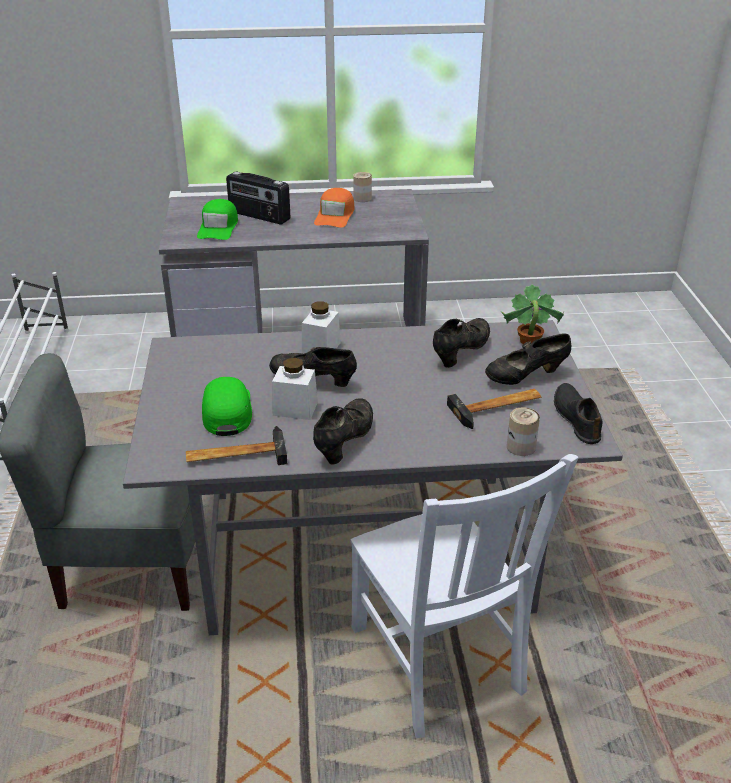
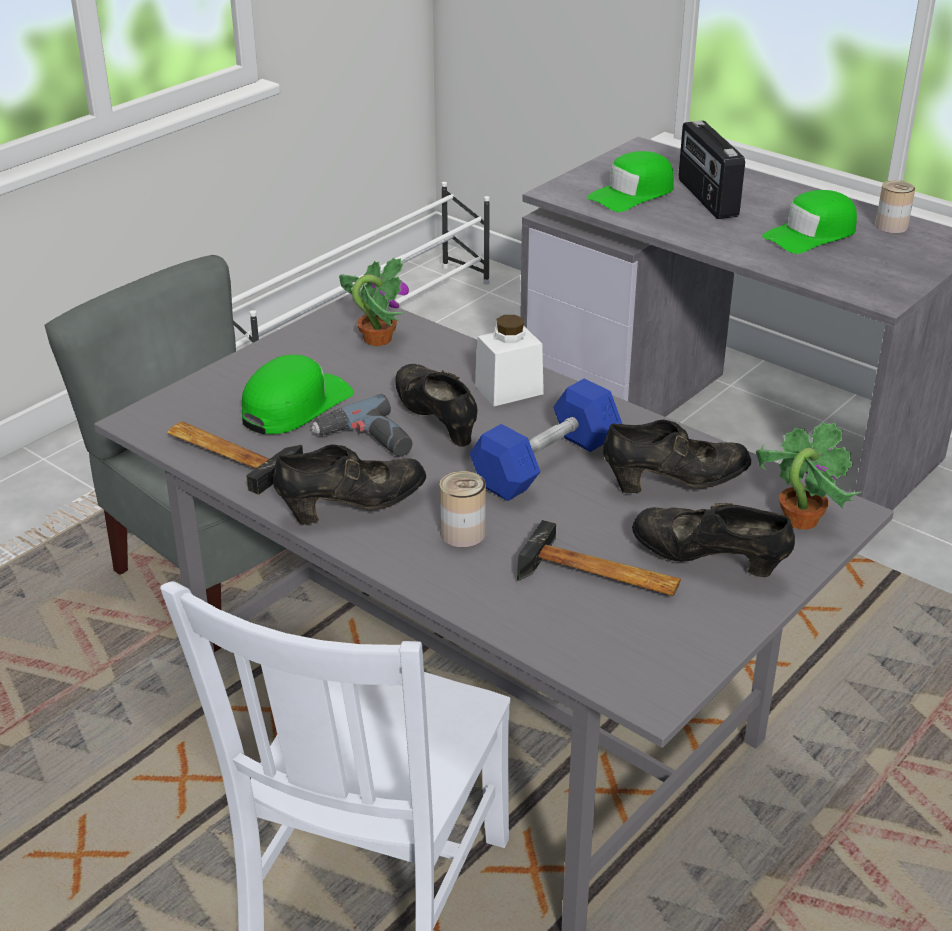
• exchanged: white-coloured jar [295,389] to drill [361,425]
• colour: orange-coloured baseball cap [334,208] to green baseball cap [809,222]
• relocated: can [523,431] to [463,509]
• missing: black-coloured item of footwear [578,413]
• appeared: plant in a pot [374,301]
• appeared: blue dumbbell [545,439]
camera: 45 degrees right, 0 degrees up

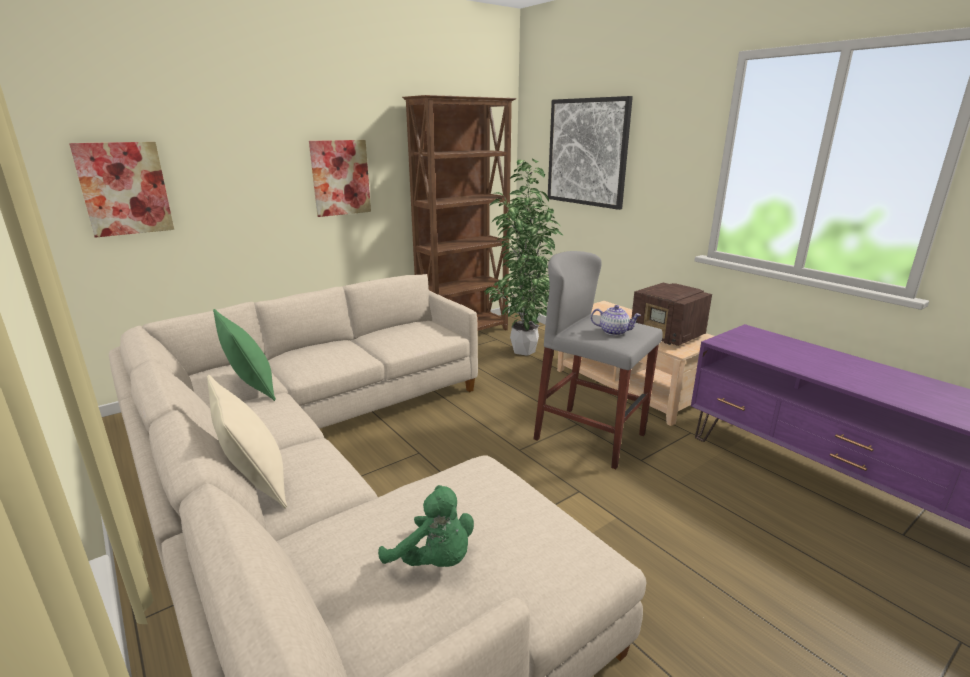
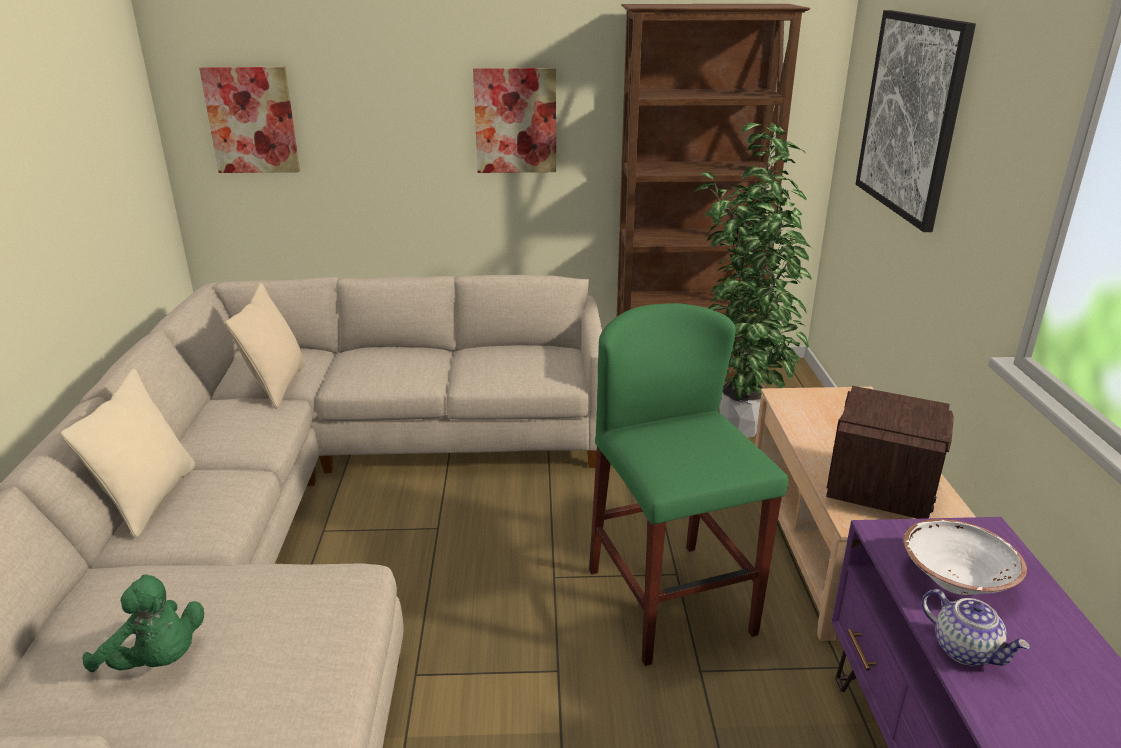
• colour: green pillow [244,355] to beige pillow [265,346]
• spun: green soft toy [426,526] = [143,623] 45 degrees counterclockwise
• colour: gray stool [598,360] to green stool [688,484]
• relocated: teapot [616,320] to [976,627]
• spun: radio receiver [671,314] = [890,452] 150 degrees counterclockwise
• appeared: white-coloured deep dish [965,557]
camera: 35 degrees right, 5 degrees up

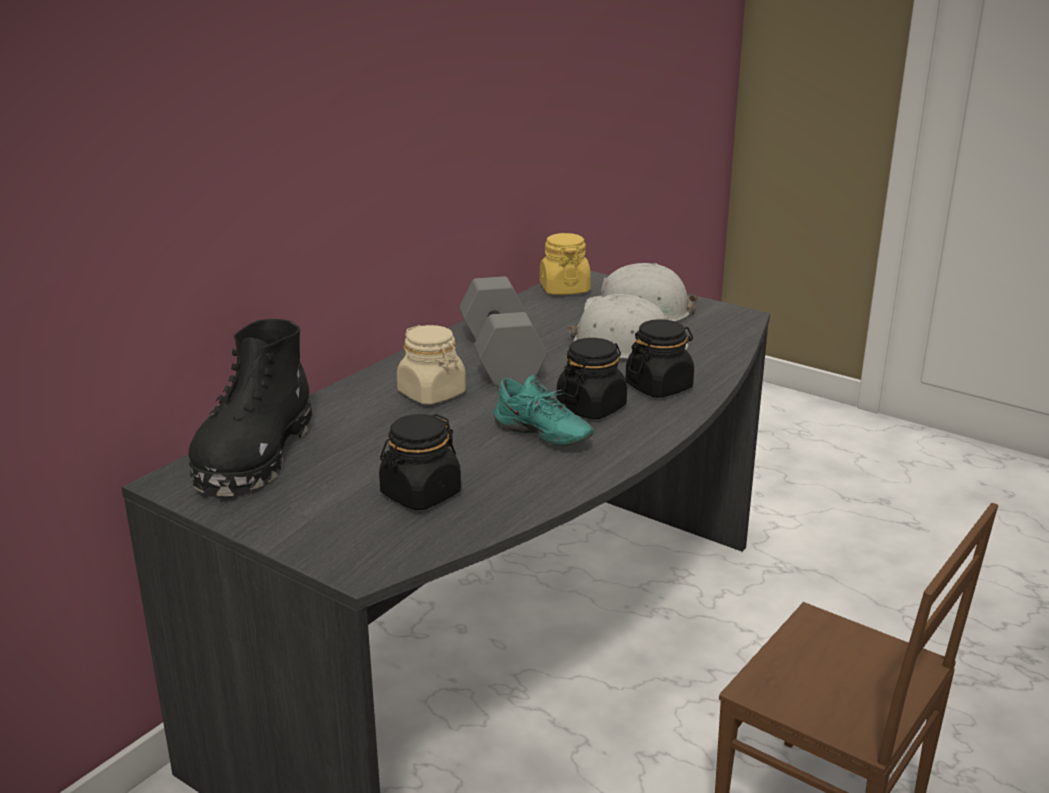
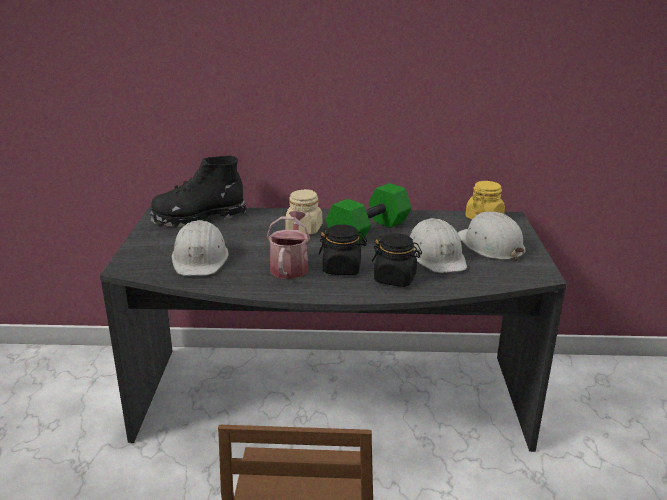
• exchanged: black-coloured jar [420,462] to white-coloured safety helmet [200,248]
• colour: gray dumbbell [503,331] to green dumbbell [369,212]
• exchanged: blue-green item of footwear [544,410] to watering pot [288,245]
camera: 55 degrees right, 0 degrees up

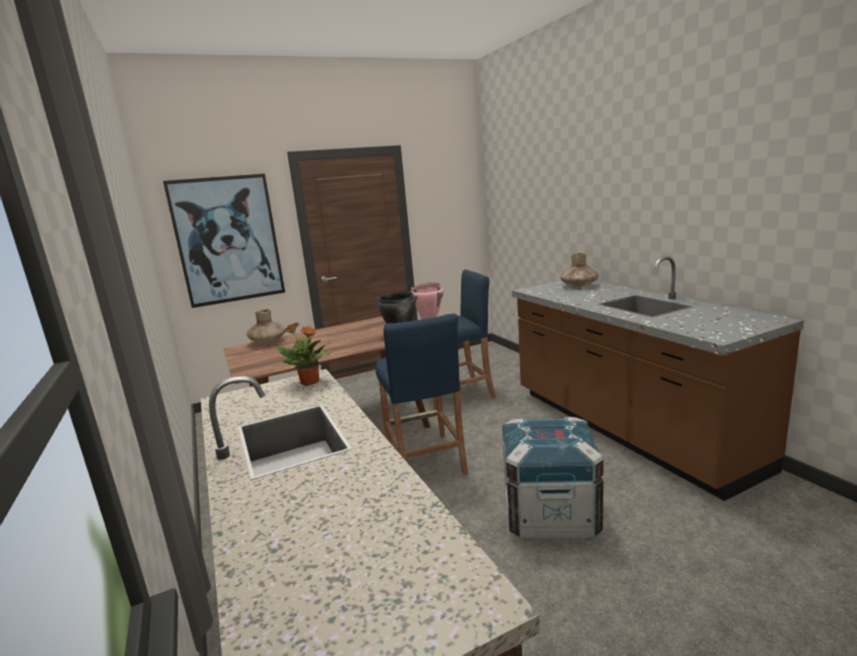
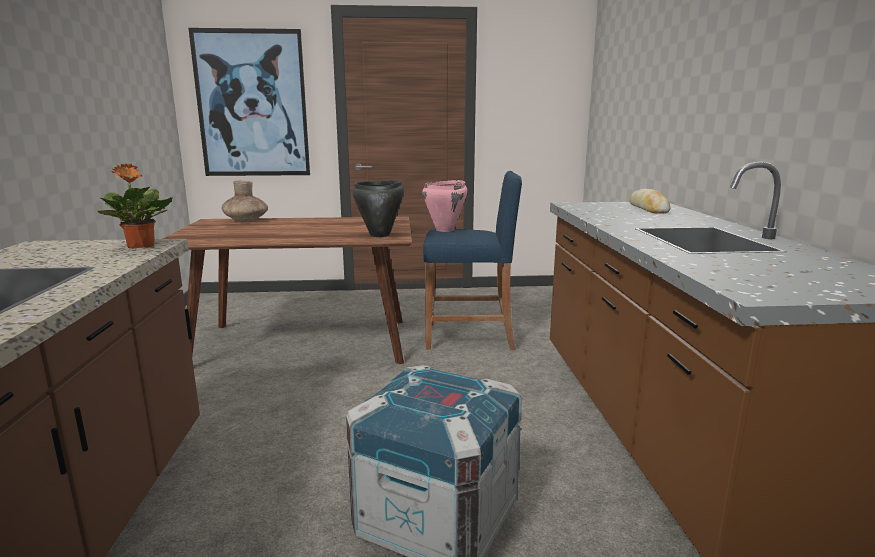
• missing: blue stool [422,394]
• exchanged: brownish vase [579,270] to baked bread [650,201]
camera: 20 degrees right, 0 degrees up

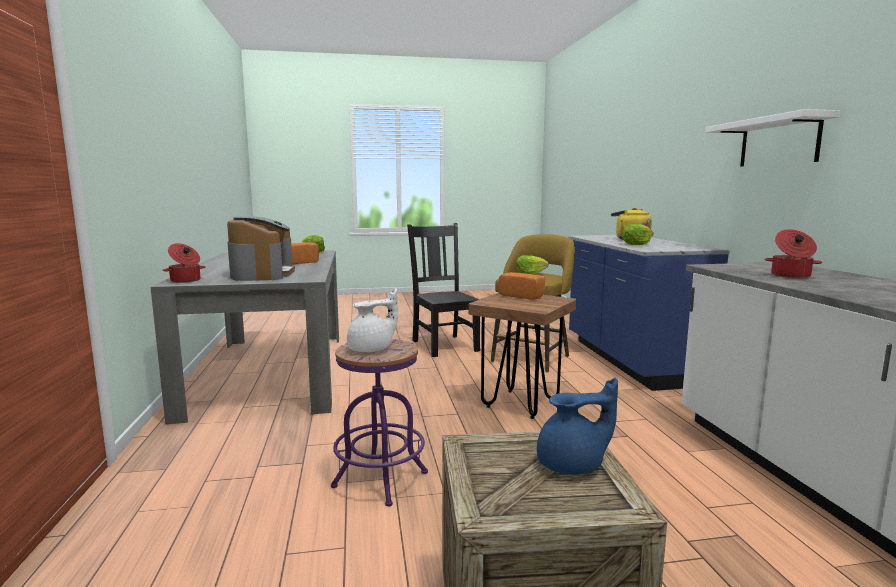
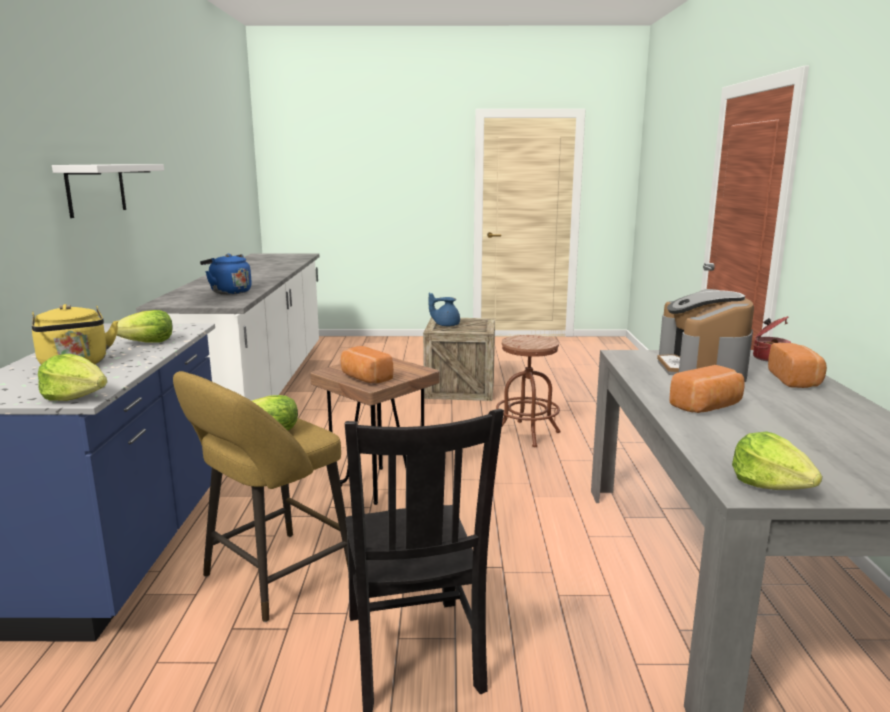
• colour: purple stool [379,423] to brownish stool [528,391]
• missing: white-coloured teapot [372,320]
• exchanged: stockpot [793,253] to blue tea kettle [226,274]
• appeared: lettuce [72,377]
• appeared: baked bread [797,365]
camera: 170 degrees left, 5 degrees up

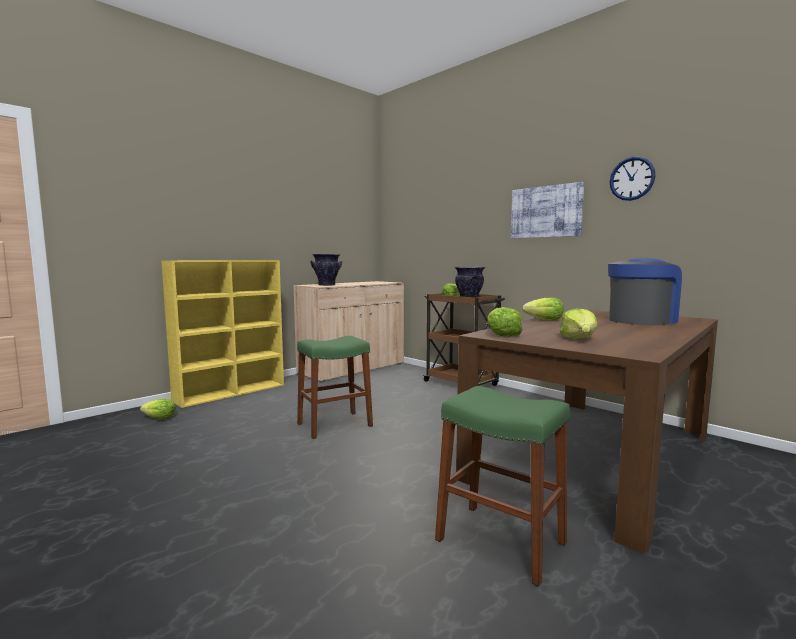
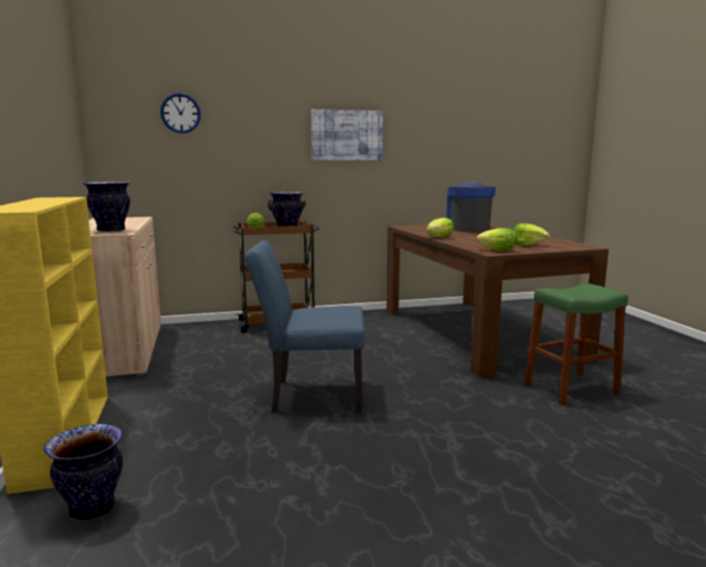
• exchanged: lettuce [158,409] to vase [83,472]
• exchanged: green stool [335,387] to blue upright chair [305,326]
• relocated: hanging clock [632,179] to [180,113]
camera: 60 degrees left, 5 degrees up

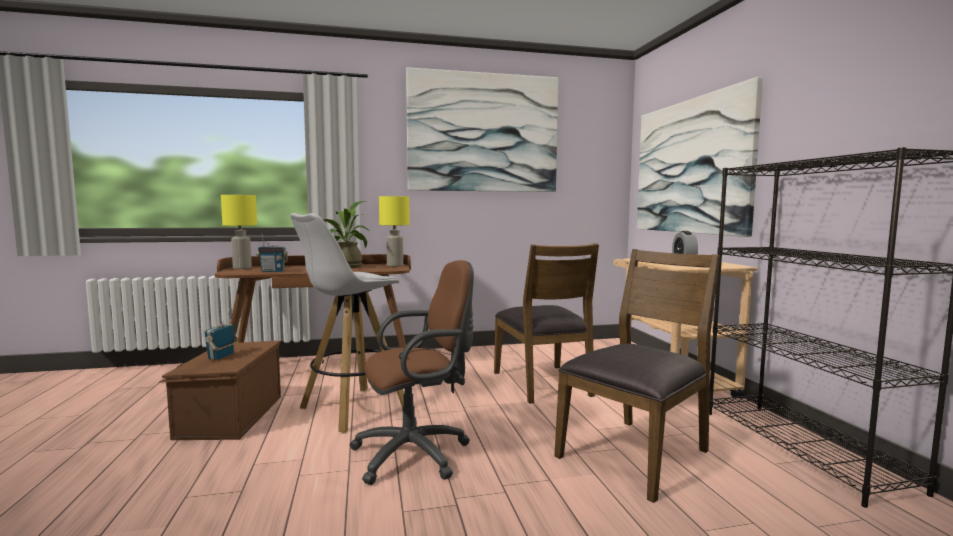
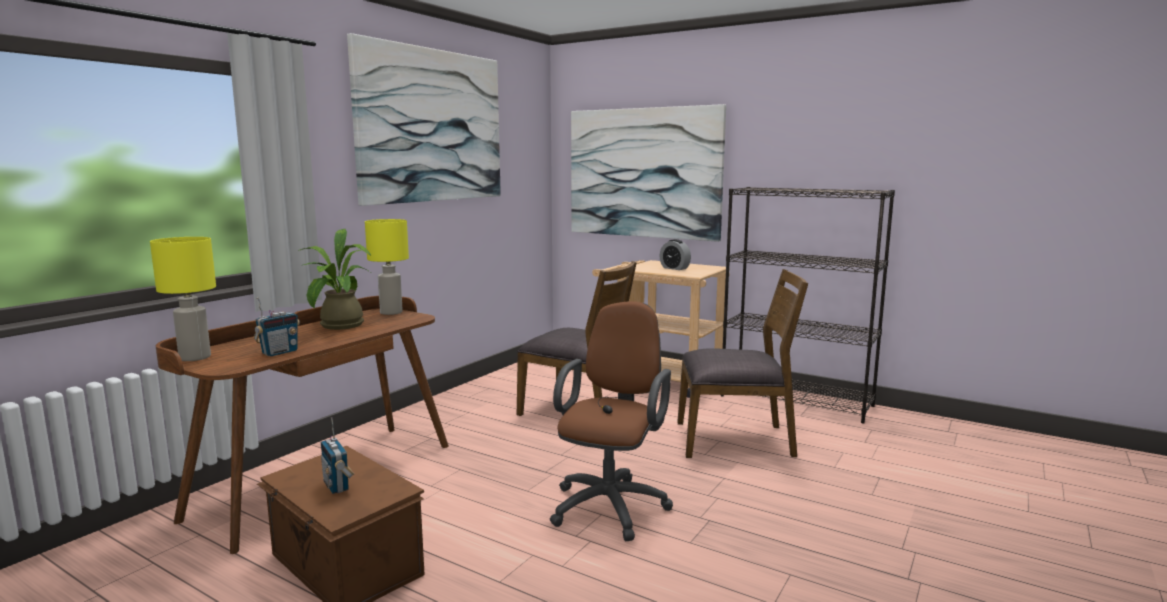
• missing: white-coloured stool [347,323]
• spun: brownish upright chair [637,376] = [742,363] 90 degrees clockwise
camera: 45 degrees left, 5 degrees up

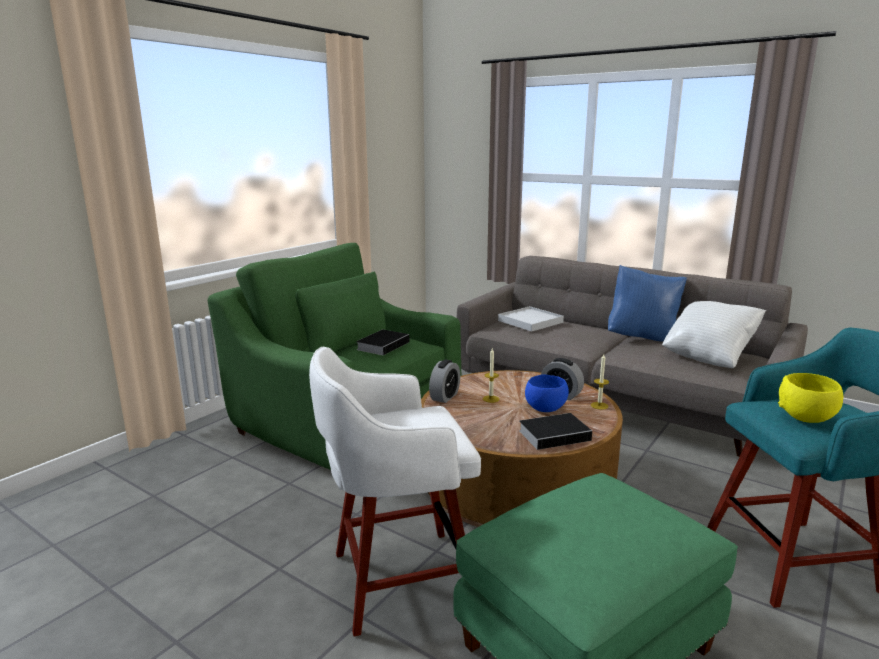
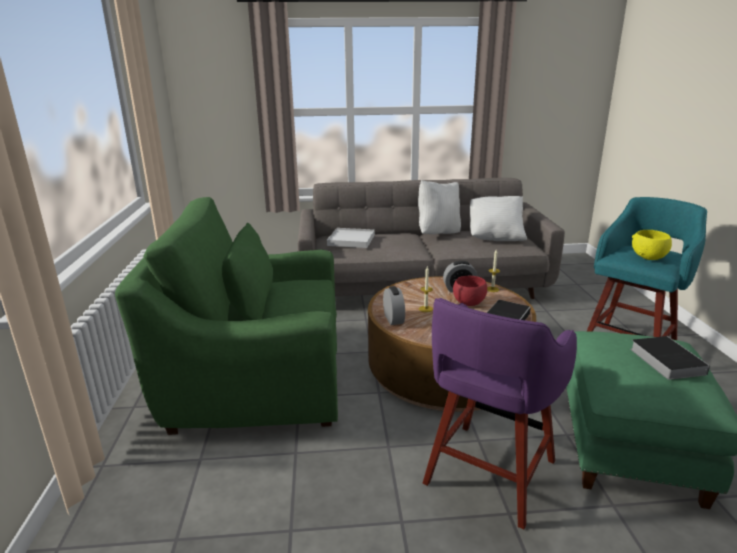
• colour: white-coloured stool [395,491] to purple stool [500,414]
• relocated: volume [382,342] to [670,358]
• colour: blue deep dish [547,393] to red-coloured deep dish [470,291]
• colour: blue pillow [647,303] to white-coloured pillow [439,207]
camera: 40 degrees left, 5 degrees up

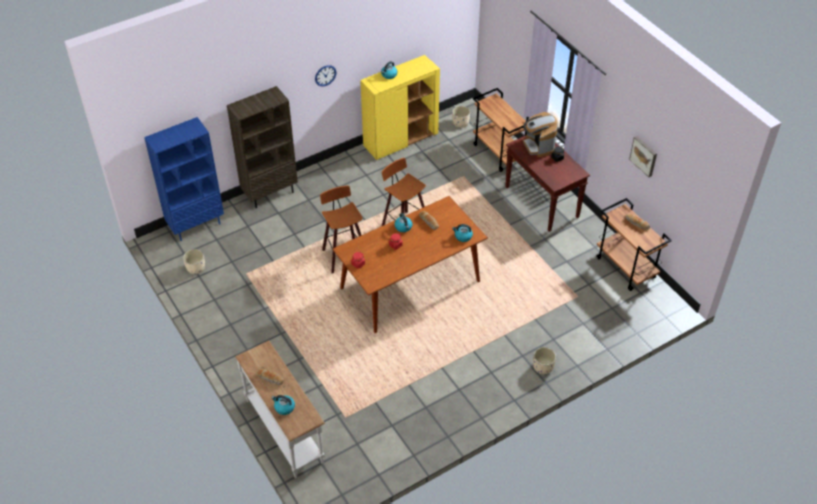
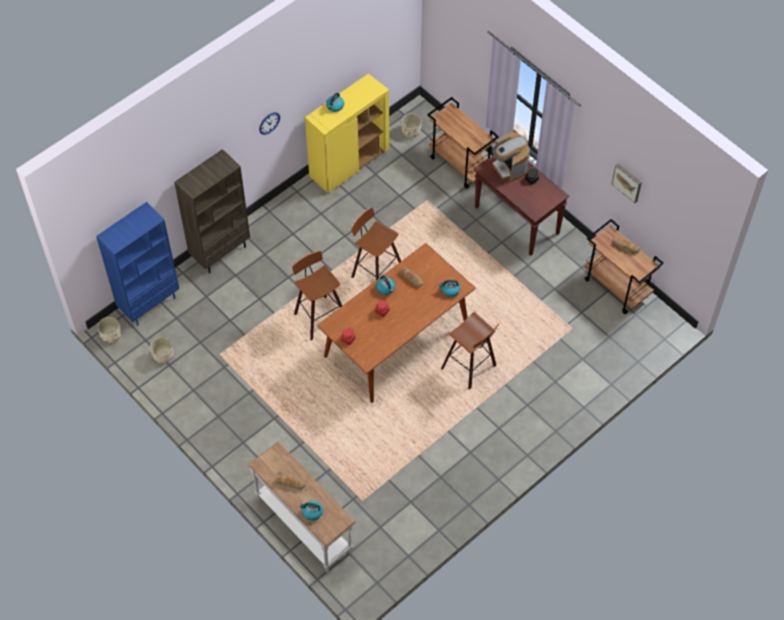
• relocated: beige plant pot [544,360] to [109,330]
• appeared: stool [470,351]
camera: 10 degrees left, 10 degrees up

